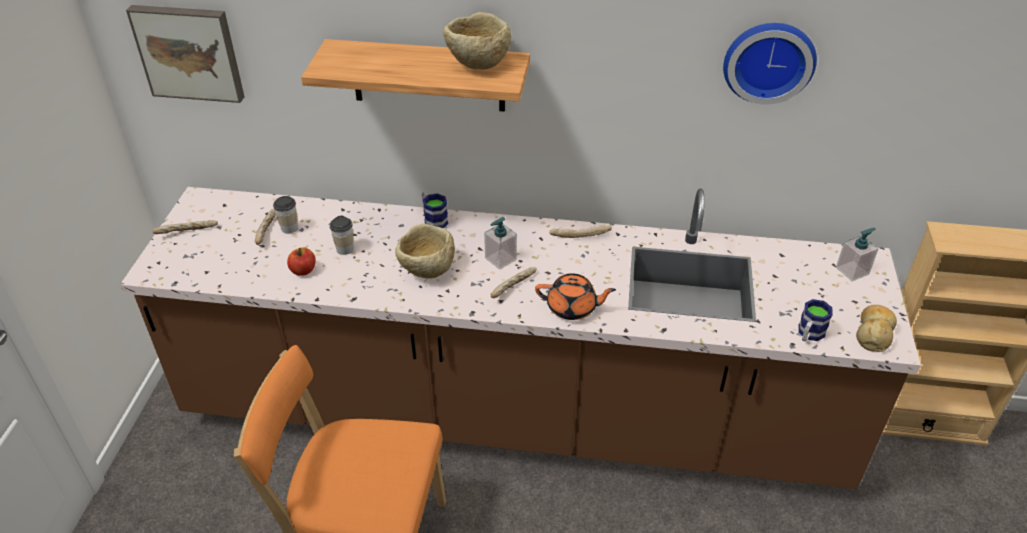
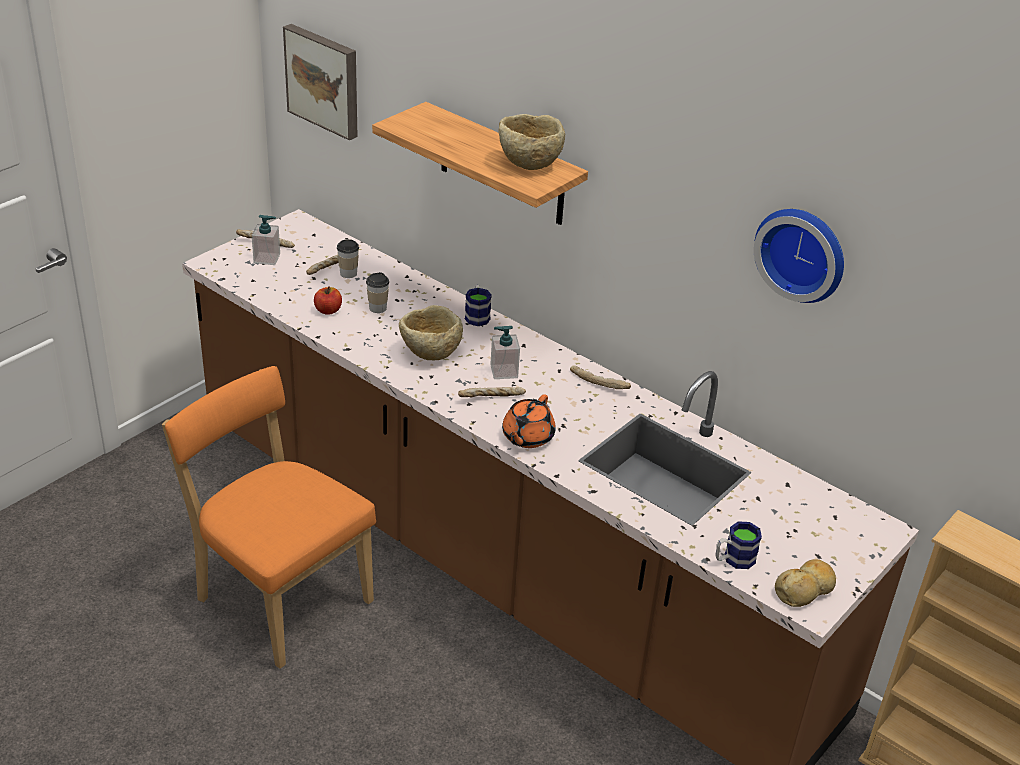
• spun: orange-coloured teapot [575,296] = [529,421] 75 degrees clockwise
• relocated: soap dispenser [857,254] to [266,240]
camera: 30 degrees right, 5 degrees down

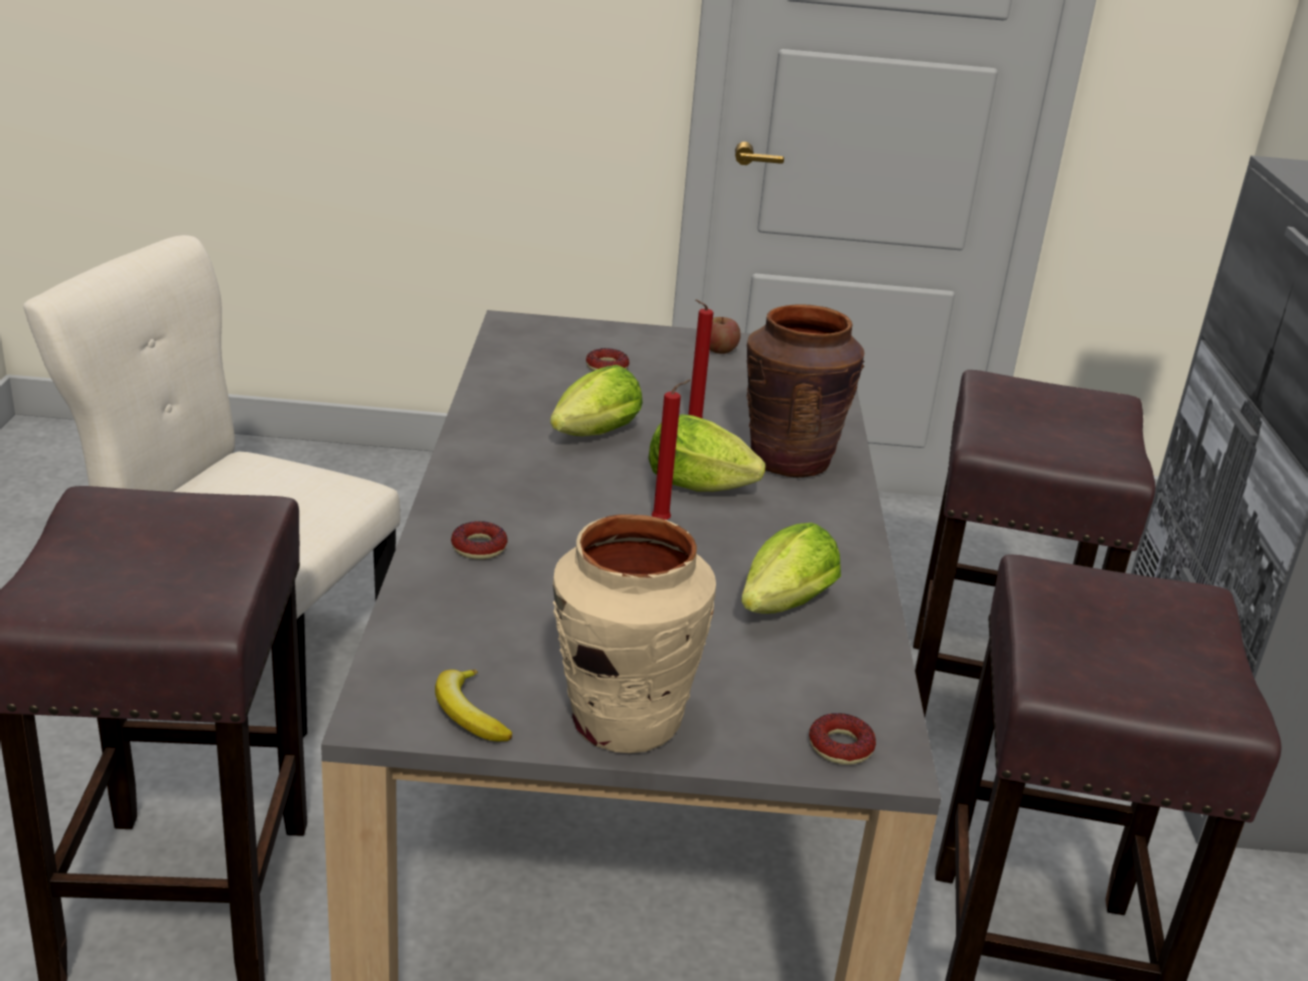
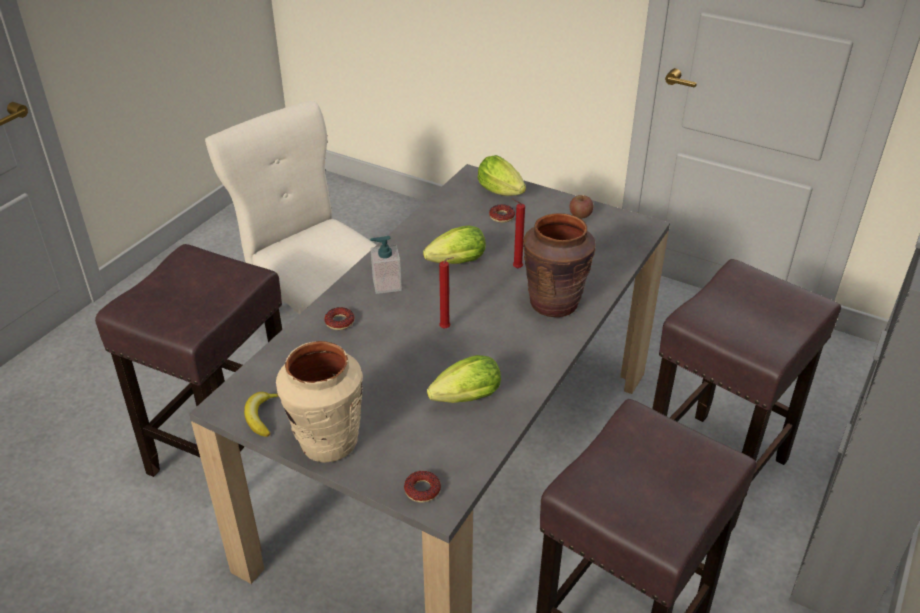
• relocated: lettuce [707,453] to [501,175]
• appeared: soap dispenser [386,265]
camera: 30 degrees right, 10 degrees up

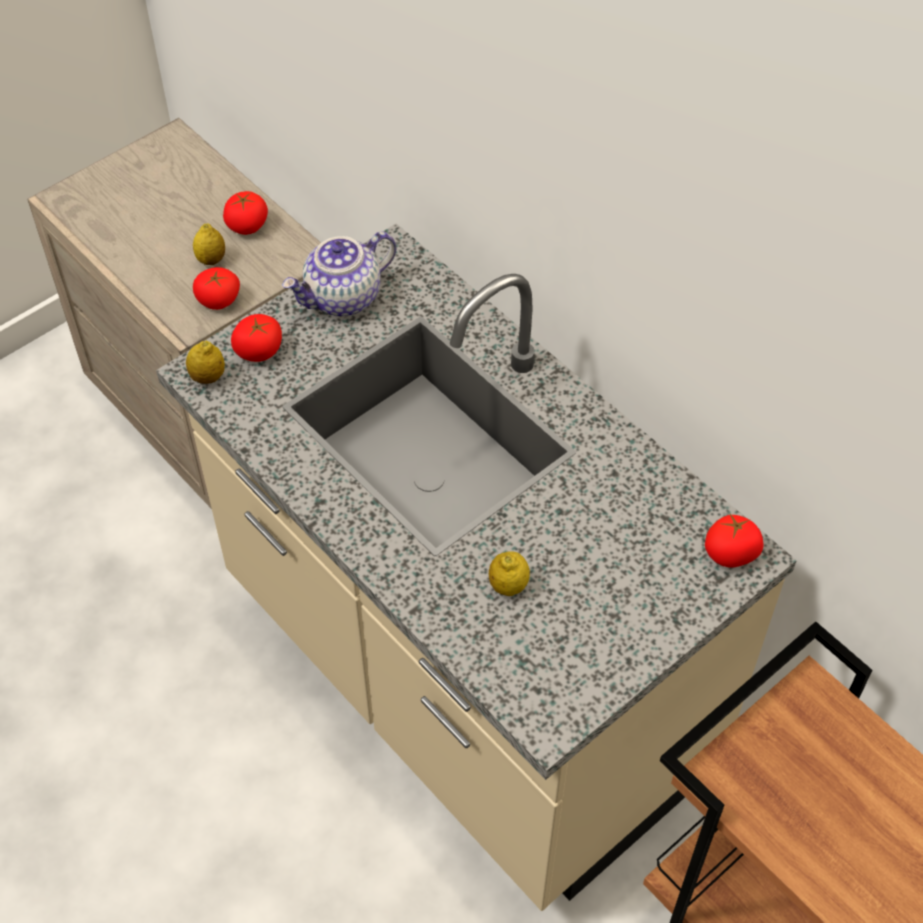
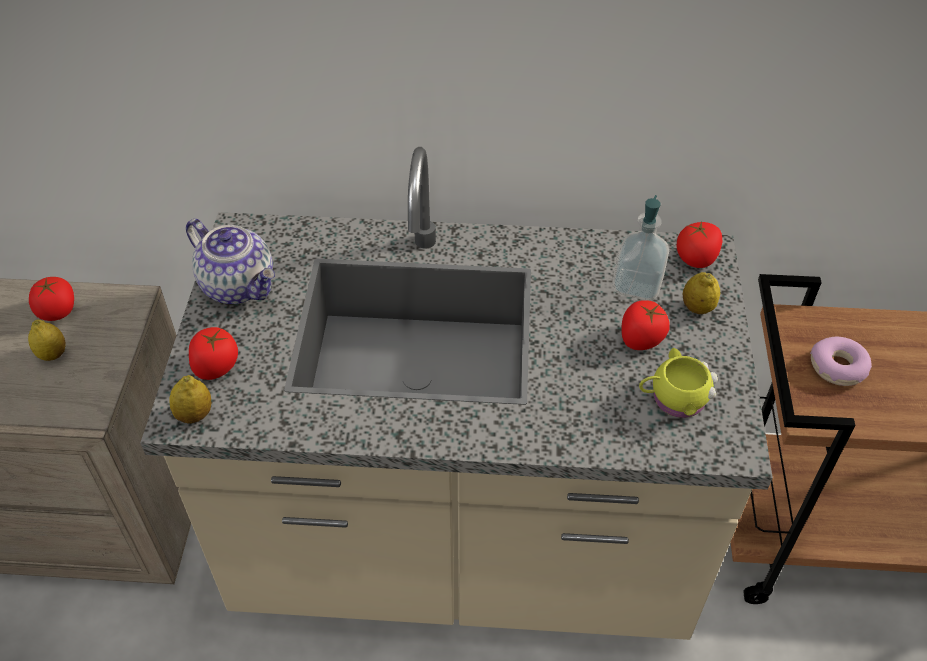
• relocated: tomato [216,288] to [645,325]
• spun: teapot [339,274] = [230,261] 60 degrees counterclockwise
• relocated: whole lemon [509,573] to [701,293]
• appeared: soap dispenser [640,248]
• appeared: yellow mug [678,383]
• appeared: doughnut [841,361]
camera: 45 degrees left, 5 degrees down

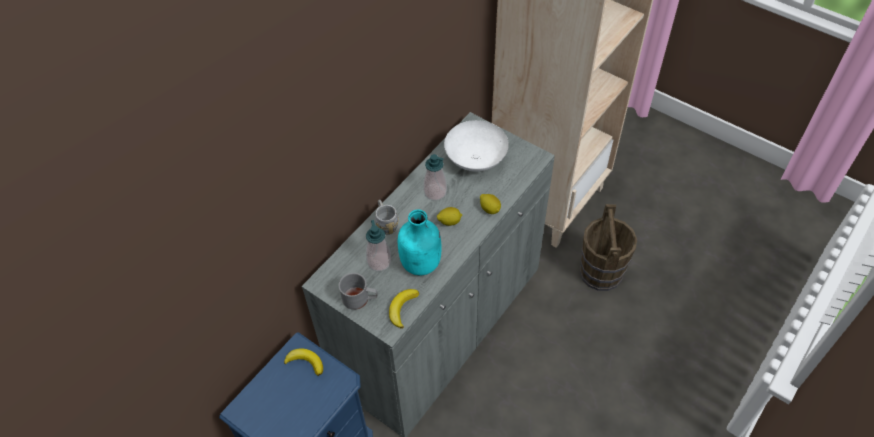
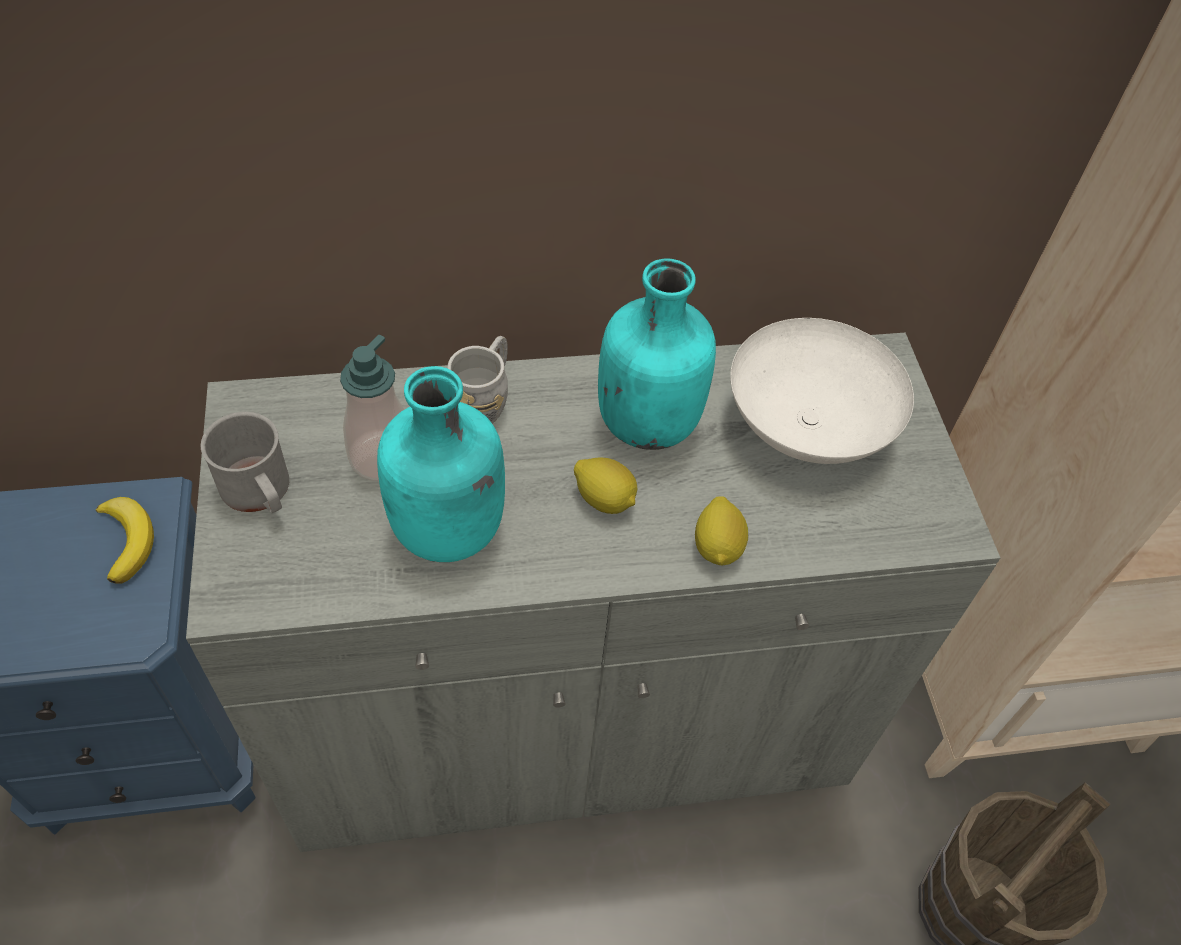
• missing: banana fruit [404,309]
• exchanged: soap dispenser [435,177] to blue-green drink bottle [657,354]
camera: 40 degrees right, 0 degrees up

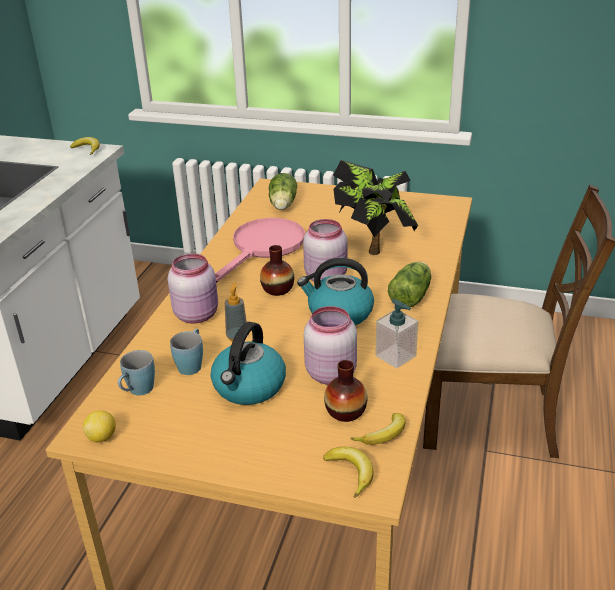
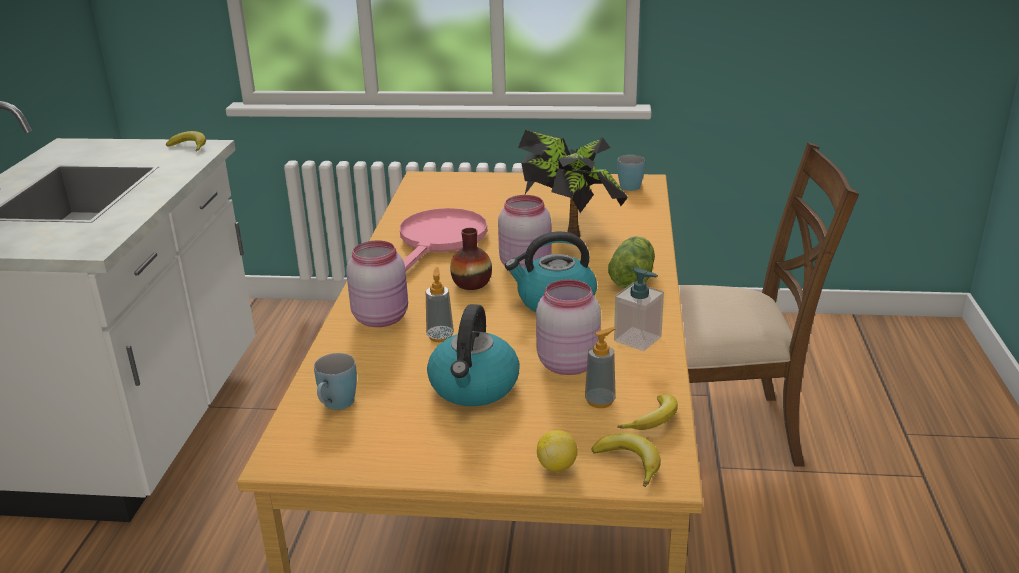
• relocated: whole lemon [99,426] to [557,451]
• relocated: blue mug [186,352] to [631,173]
• missing: lettuce [283,191]
• exchanged: vase [345,391] to soap dispenser [600,367]
camera: 10 degrees left, 5 degrees down

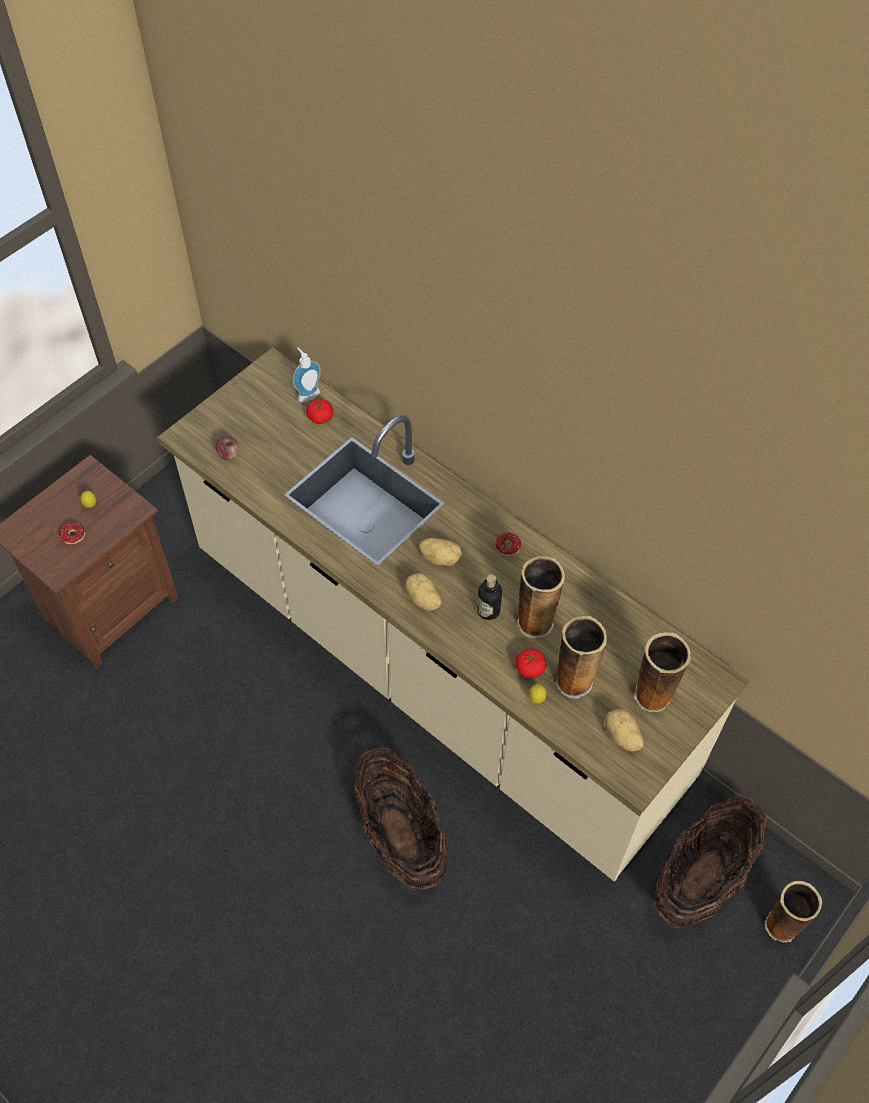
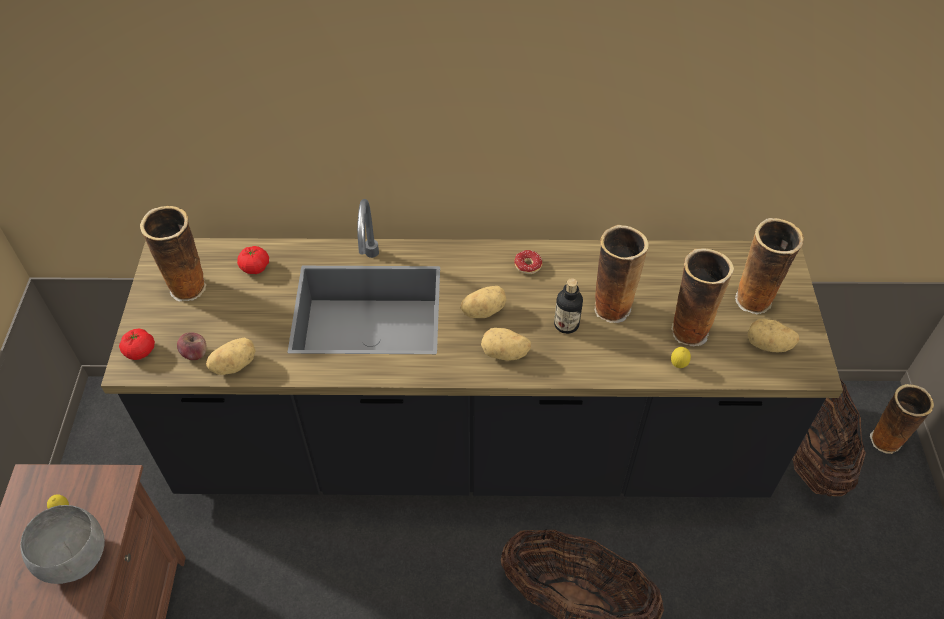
• exchanged: doughnut [72,535] to gray deep dish [62,544]
• colour: beige kitchen counter [453,614] to black-coloured kitchen counter [472,348]
• missing: soap dispenser [307,375]
• relocated: tomato [531,663] to [137,344]
• appeared: vase [173,254]
• appeared: whole potato [231,356]
camera: 40 degrees left, 5 degrees down

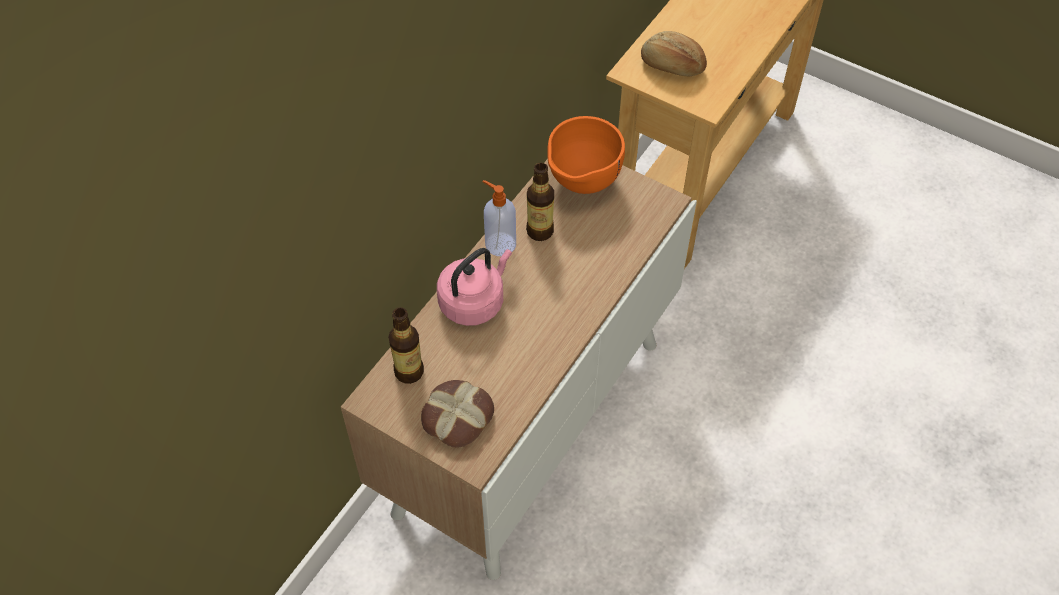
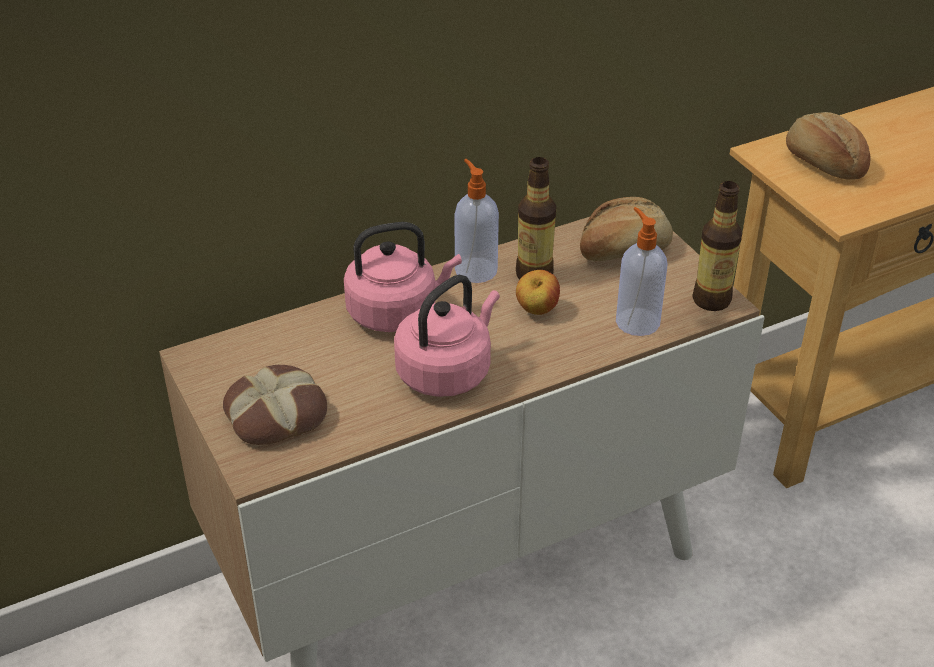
• relocated: drink bottle [406,345] to [717,246]
• exchanged: orange-coloured deep dish [586,155] to baked bread [626,229]
• appeared: pink tea kettle [447,336]
• appeared: whole apple [538,292]
• appeared: soap dispenser [641,271]
camera: 30 degrees right, 15 degrees down

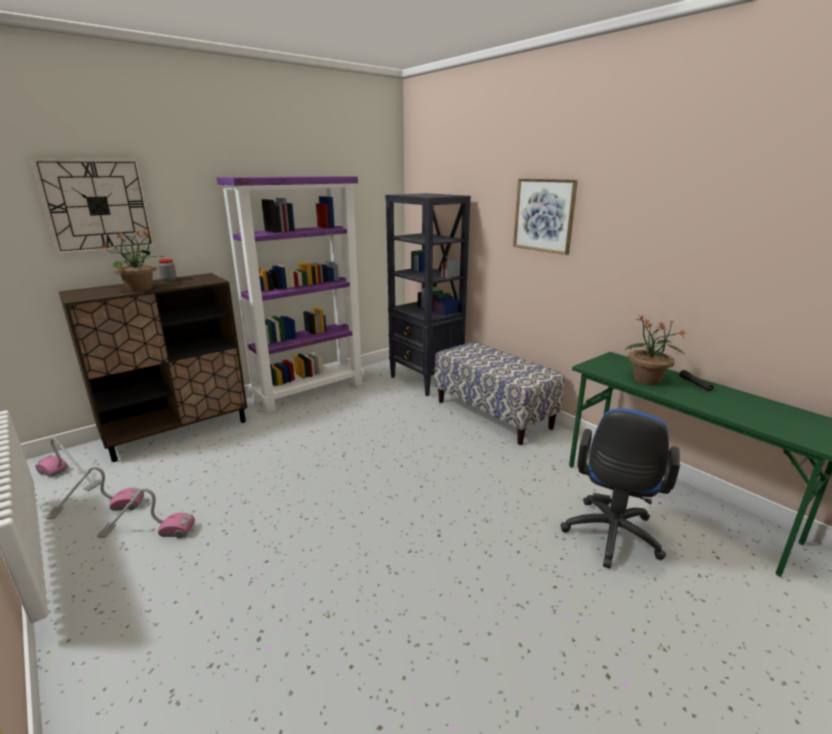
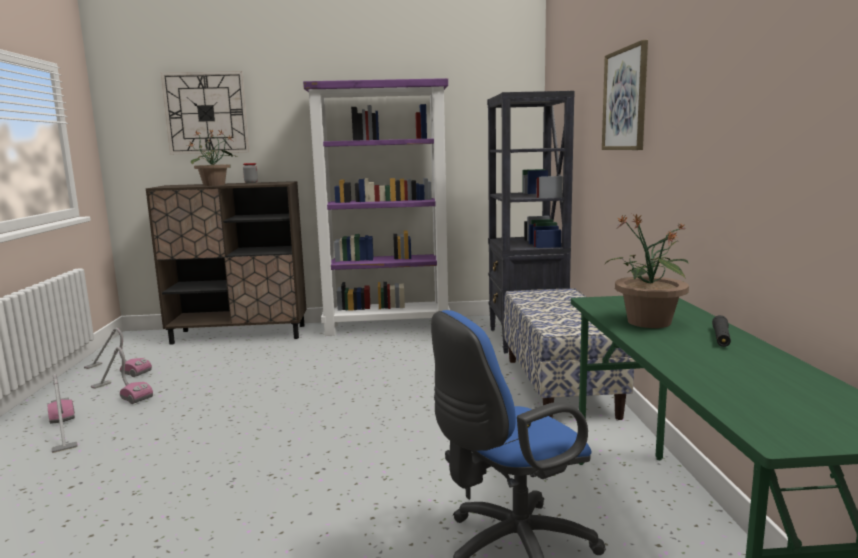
• relocated: hoover [68,464] to [63,413]
camera: 35 degrees right, 10 degrees down

